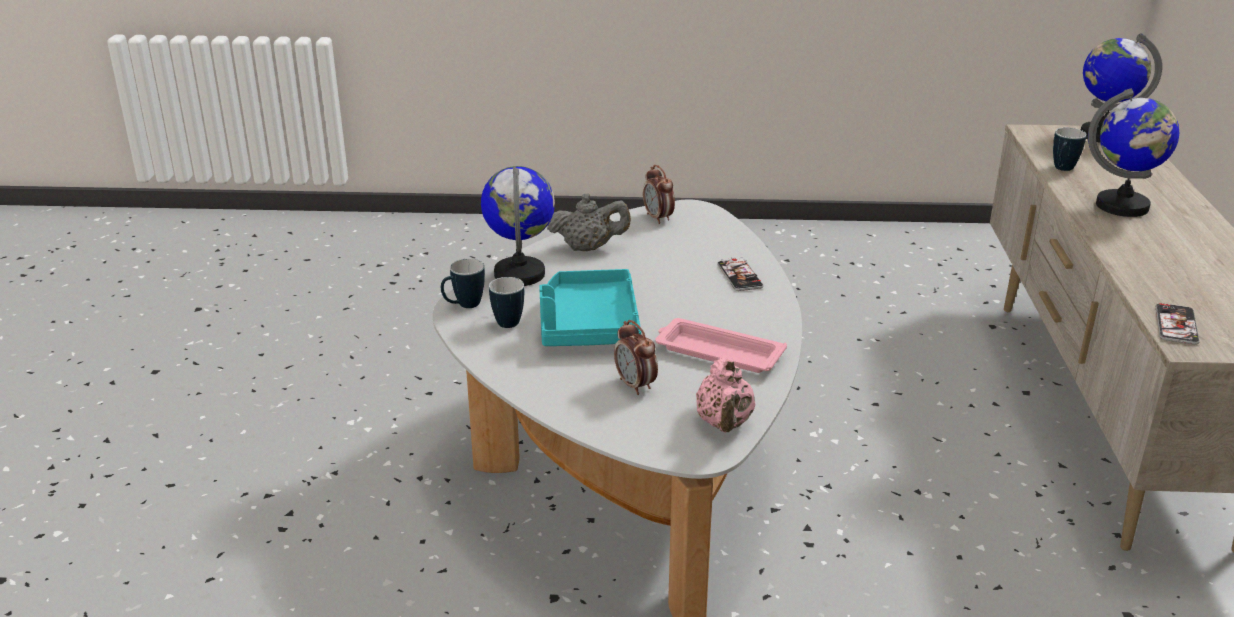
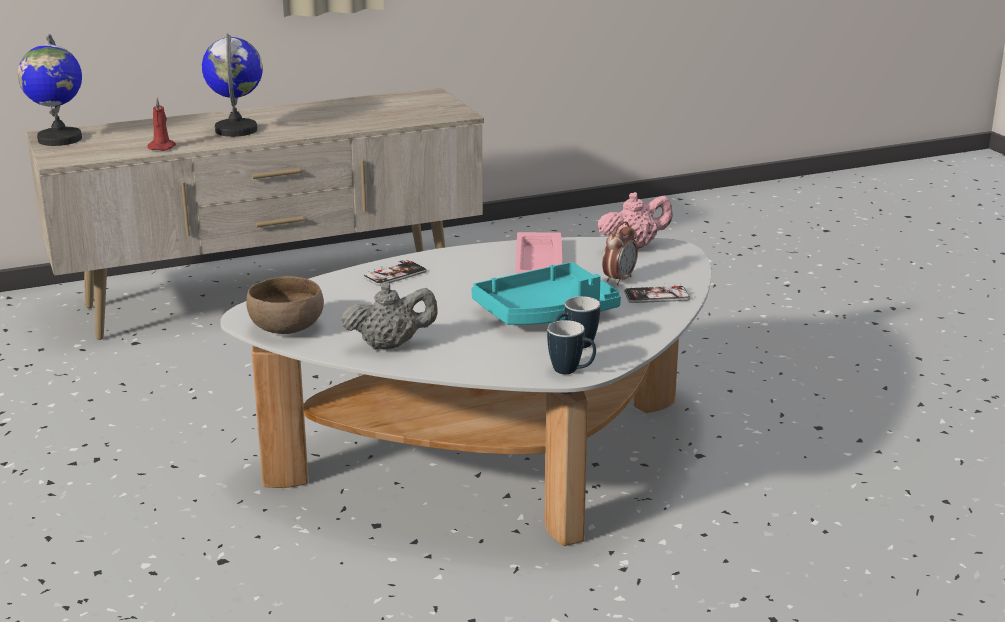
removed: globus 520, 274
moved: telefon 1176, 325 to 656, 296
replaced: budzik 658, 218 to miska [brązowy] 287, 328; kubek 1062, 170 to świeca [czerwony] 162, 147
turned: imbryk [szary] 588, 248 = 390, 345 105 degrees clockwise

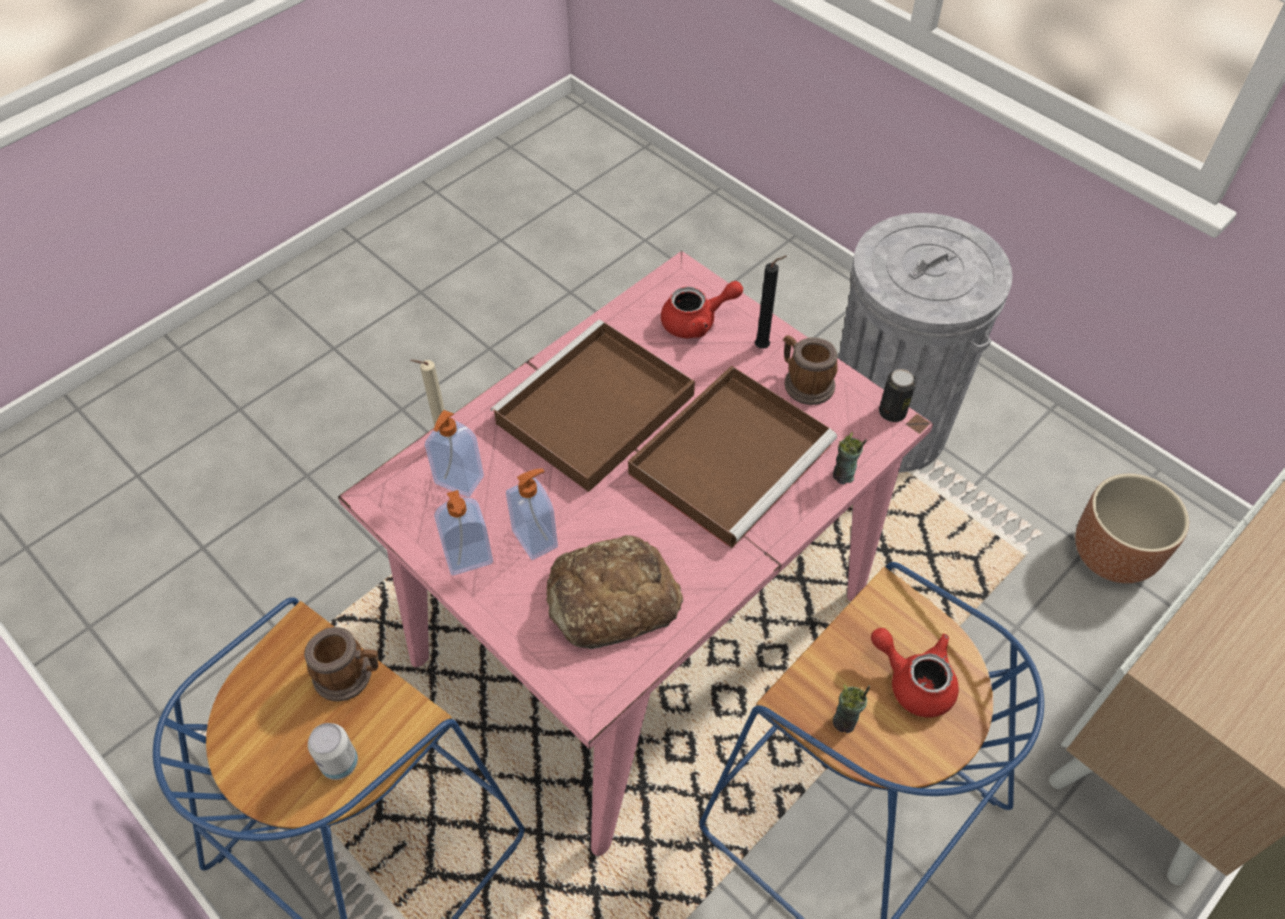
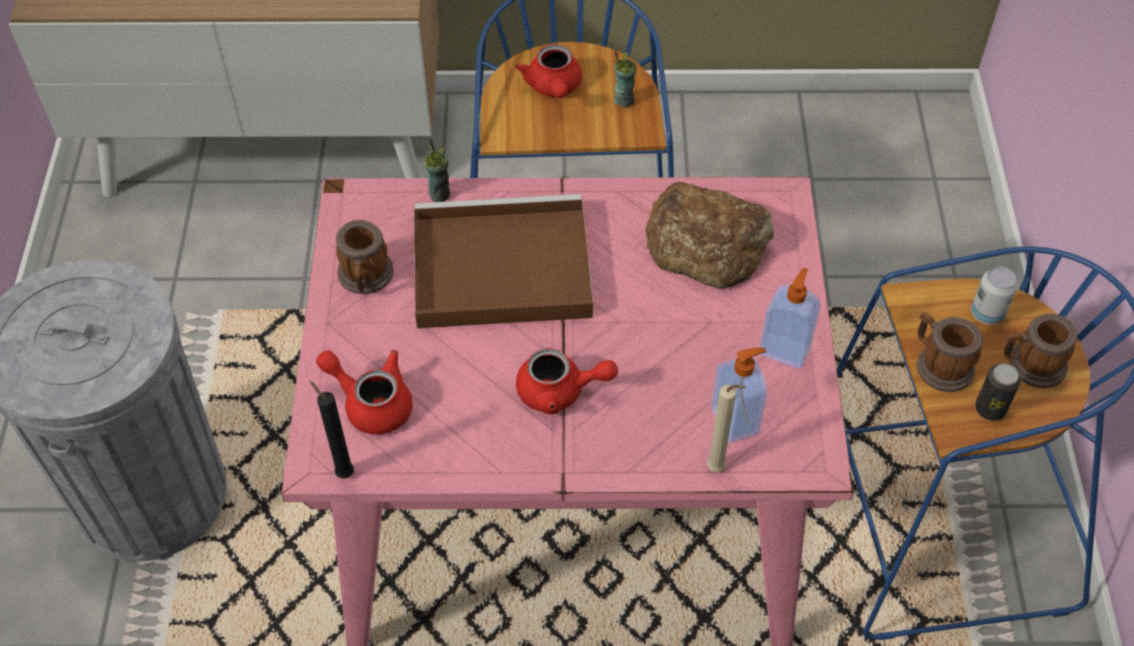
removed: dozownik mydła 536, 538; donica [brązowy] 1111, 555
added: kubek 1030, 365
moved: świeca [czarny] 764, 347 to 343, 472; puszka 892, 412 to 990, 408
replaced: taca [brązowy] 593, 412 to imbryk [czerwony] 560, 391

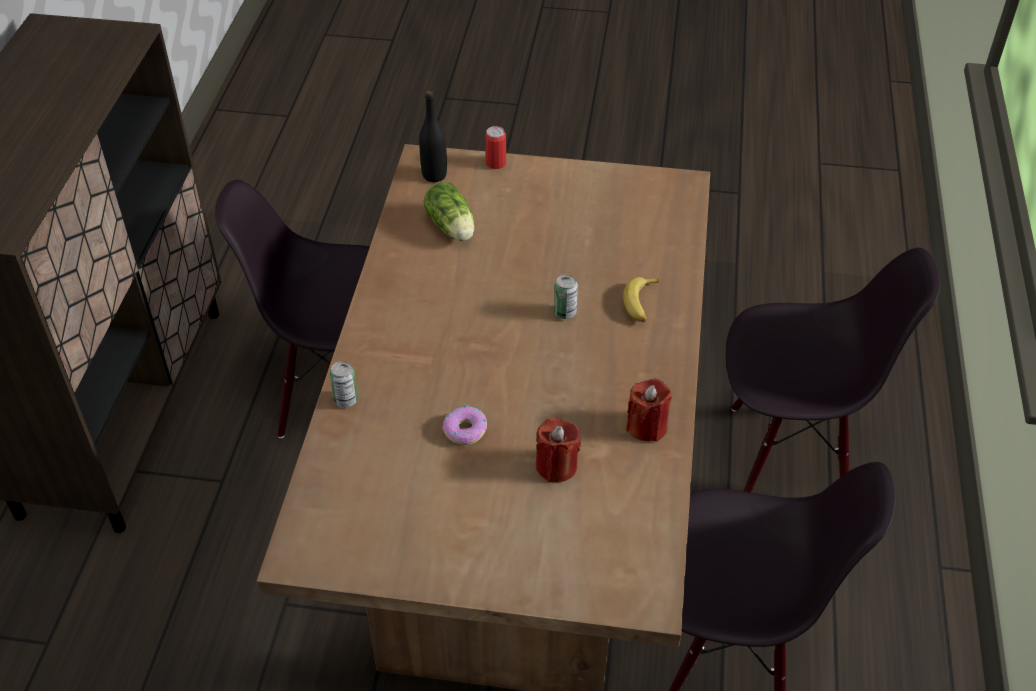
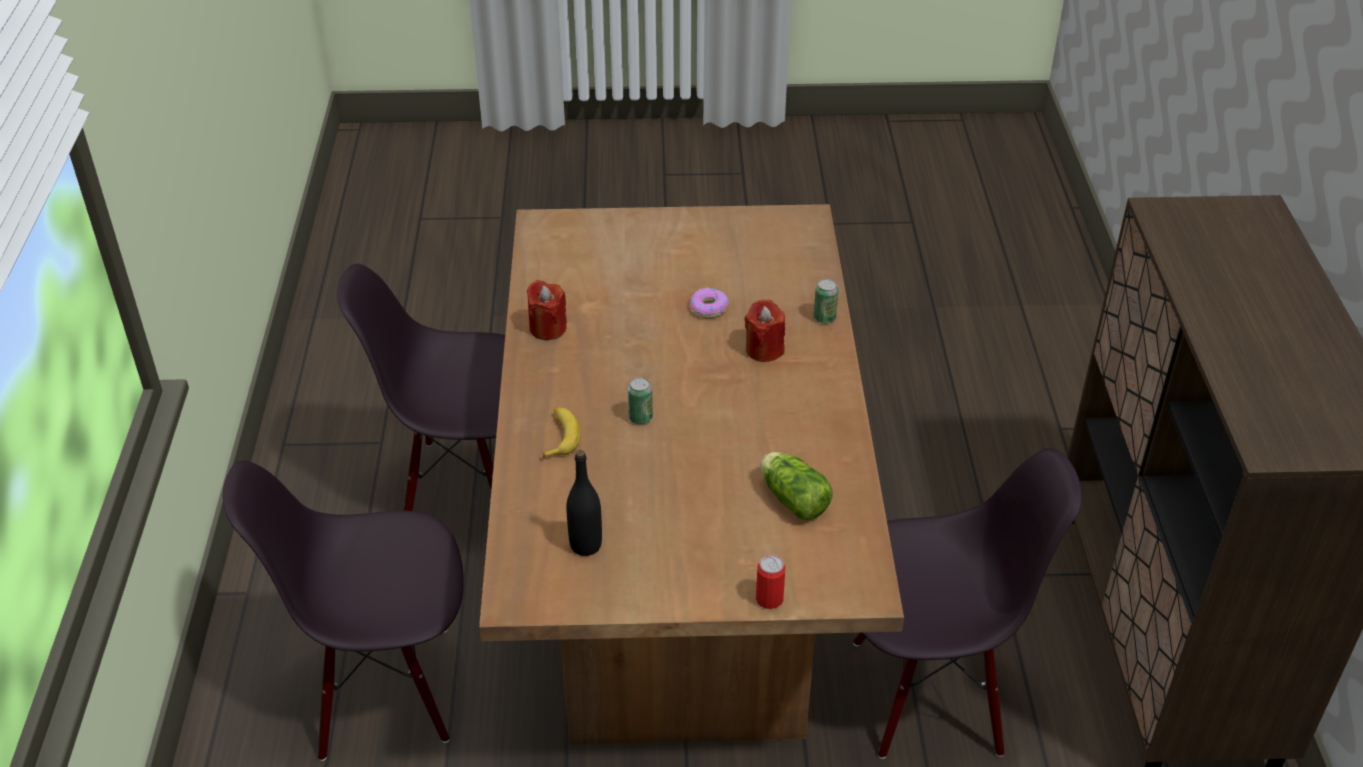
moved: butelka [czarny] 434, 175 to 585, 545; świeca [czerwony] 556, 466 to 764, 350

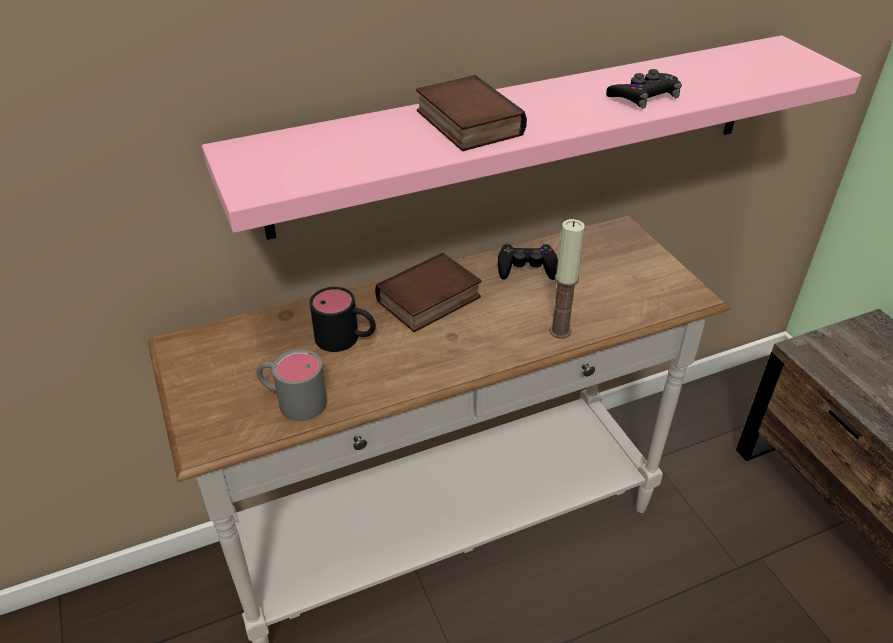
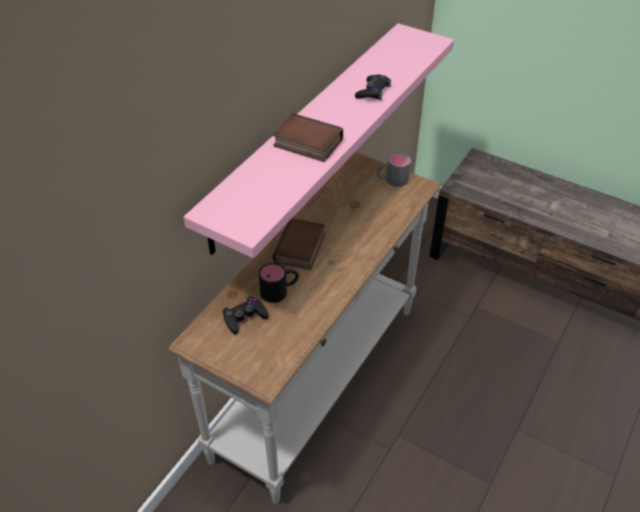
removed: świeca 560, 331
moved: kubek [szary] 292, 400 to 392, 180; pad do gier [czarny] 526, 267 to 244, 317

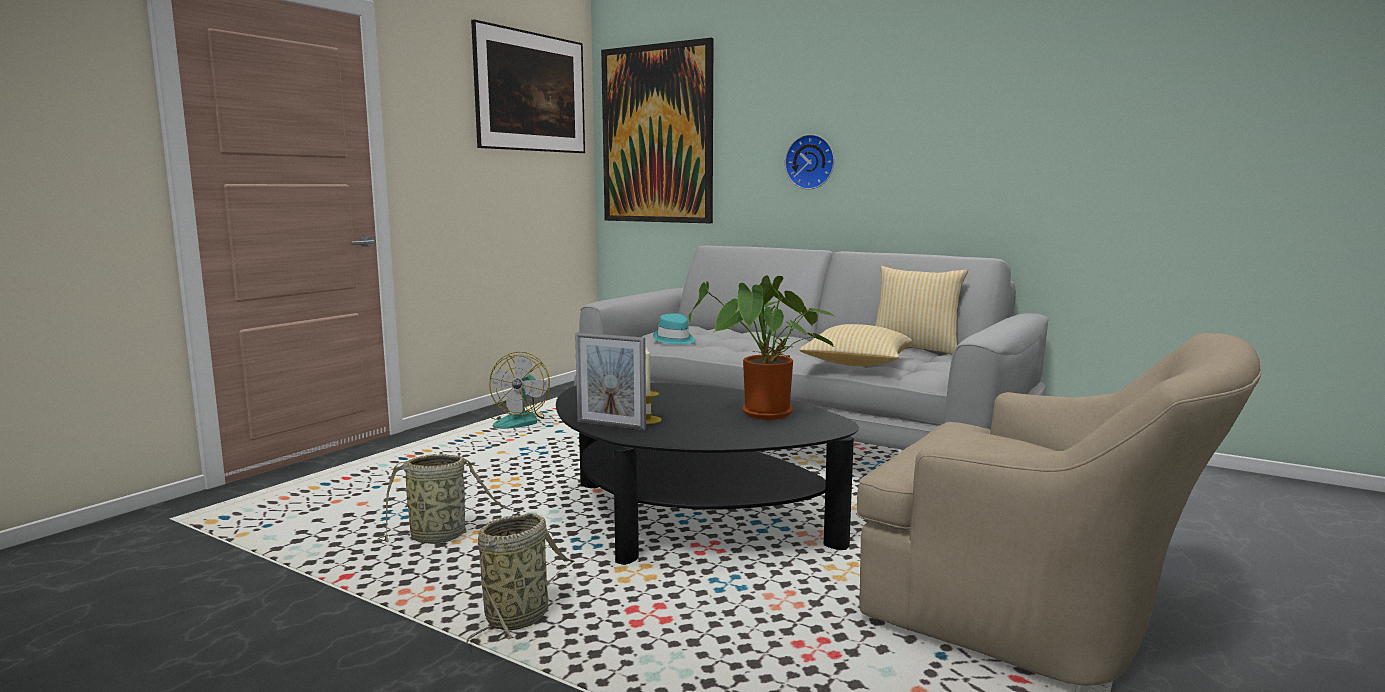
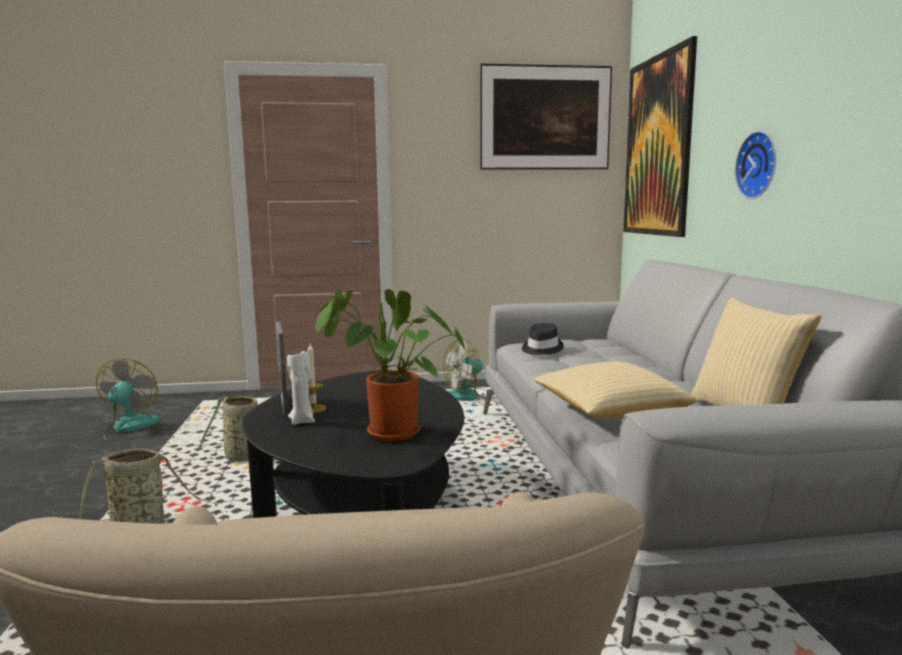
added: wentylator 131, 429; świeca [biały] 302, 421
recoloured: kapelusz [turkusowy] 674, 340 to kapelusz [czarny] 541, 349

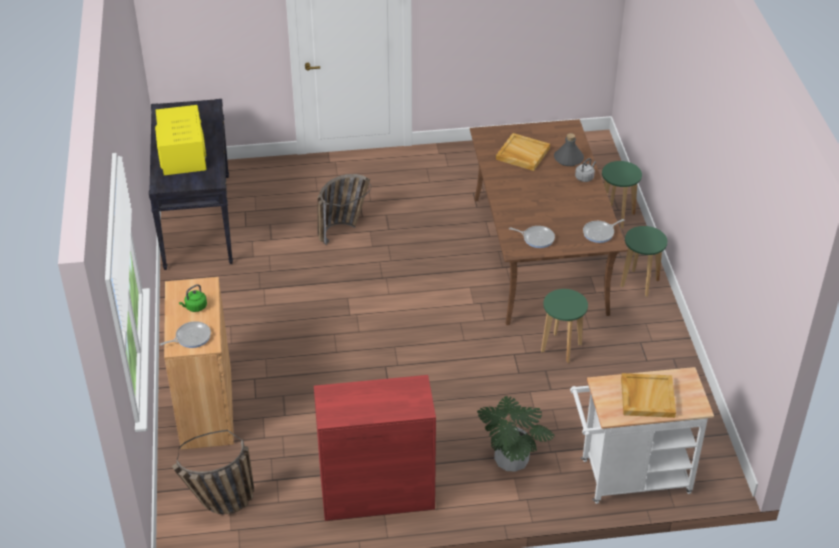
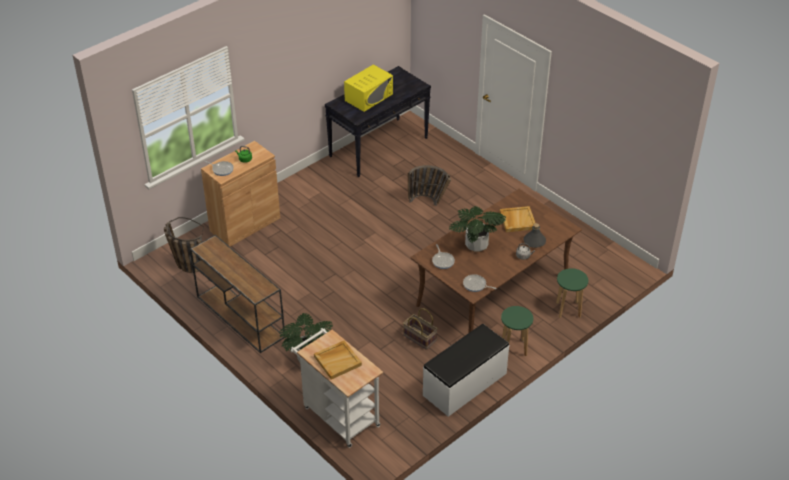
added: ławka [biały] 465, 384; roślina doniczkowa 476, 245
replaced: szafka [czerwony] 377, 493 to stolik konsolowy [brązowy] 239, 316; stołek [zielony] 561, 348 to koszyk 419, 338

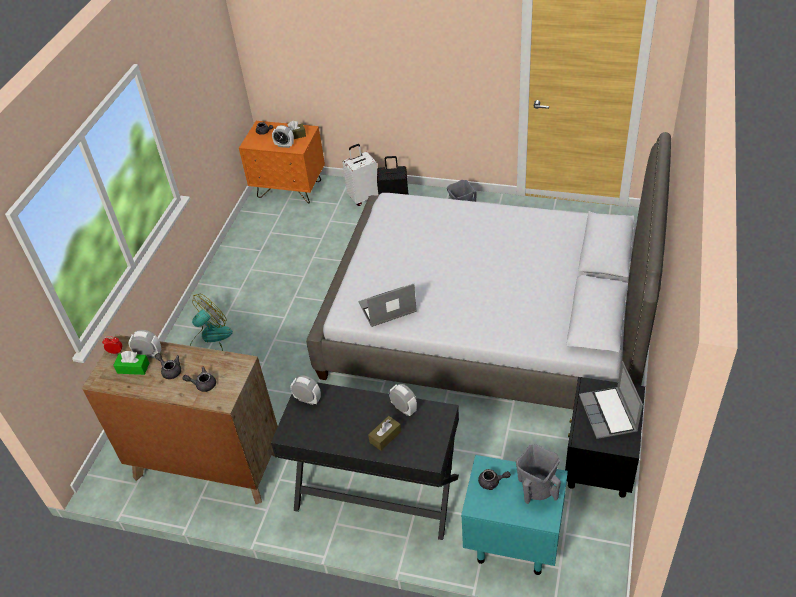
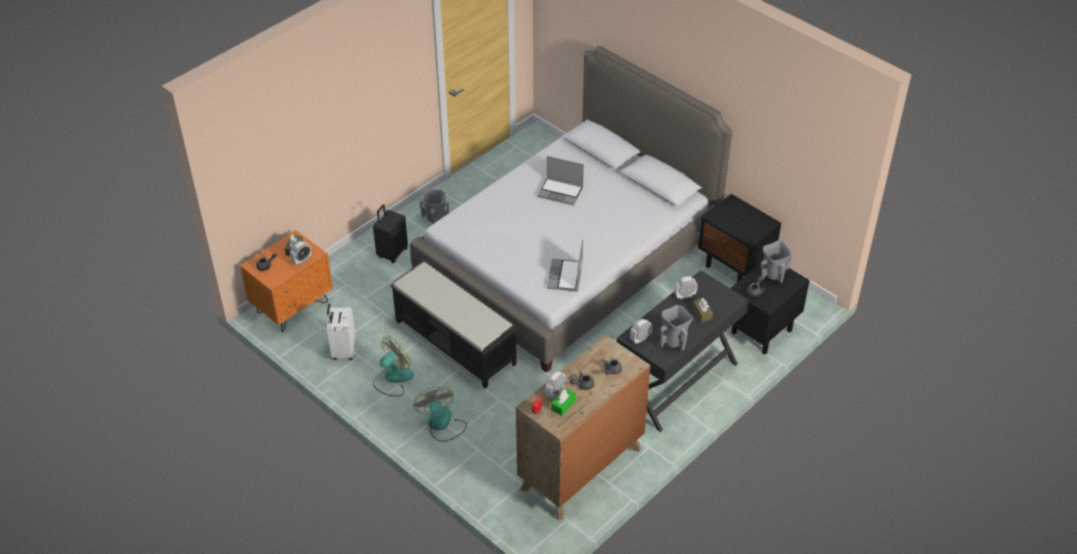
added: wentylator 393, 378; ławka [czarny] 456, 343; wazon [szary] 674, 340
moved: walizka [biały] 364, 197 to 343, 350; laptop 609, 414 to 561, 192
recoloured: szafka nocna [turkusowy] 512, 542 to szafka nocna [czarny] 761, 331

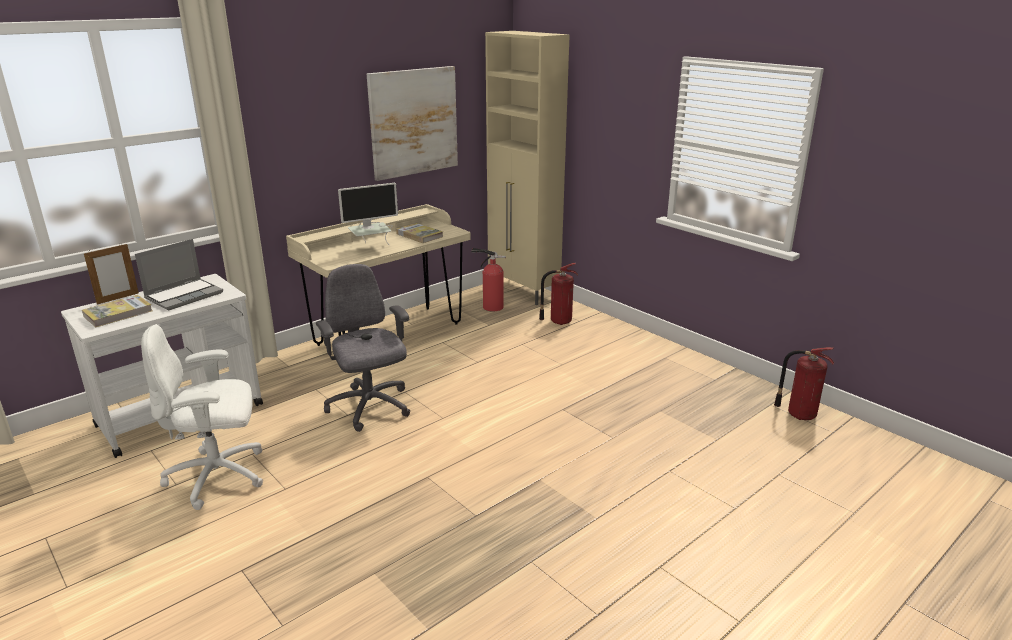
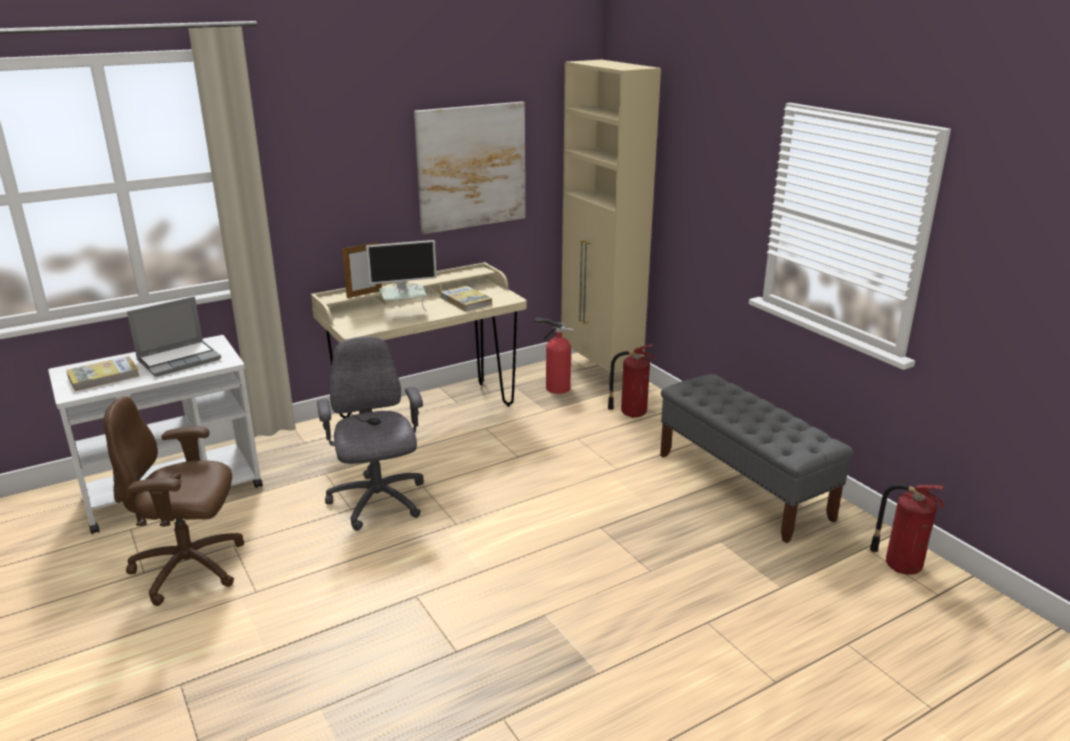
added: ławka [szary] 743, 486
moved: ramka na zdjęcie 118, 298 to 364, 294
recoloured: krzesło biurowe [biały] 219, 476 to krzesło biurowe [brązowy] 190, 568

